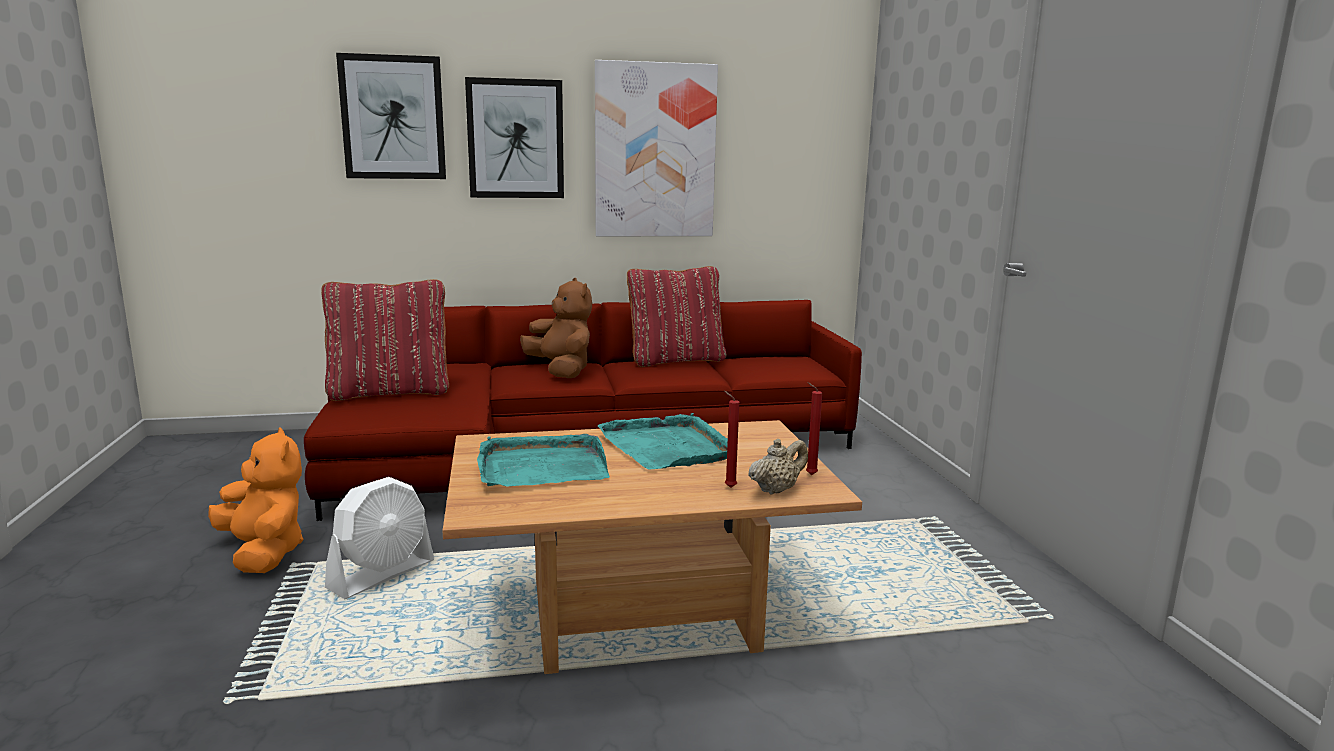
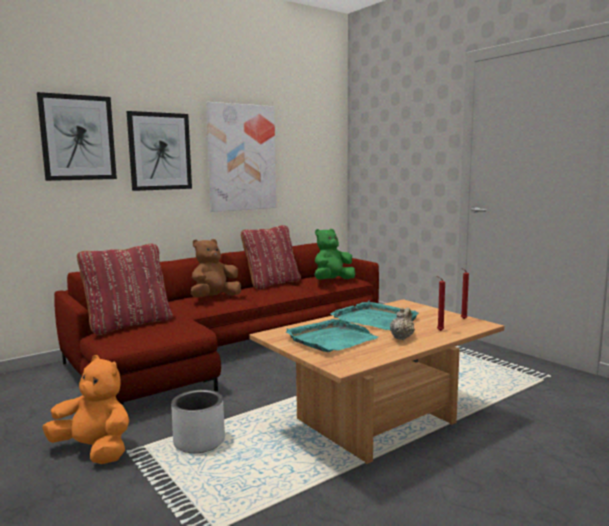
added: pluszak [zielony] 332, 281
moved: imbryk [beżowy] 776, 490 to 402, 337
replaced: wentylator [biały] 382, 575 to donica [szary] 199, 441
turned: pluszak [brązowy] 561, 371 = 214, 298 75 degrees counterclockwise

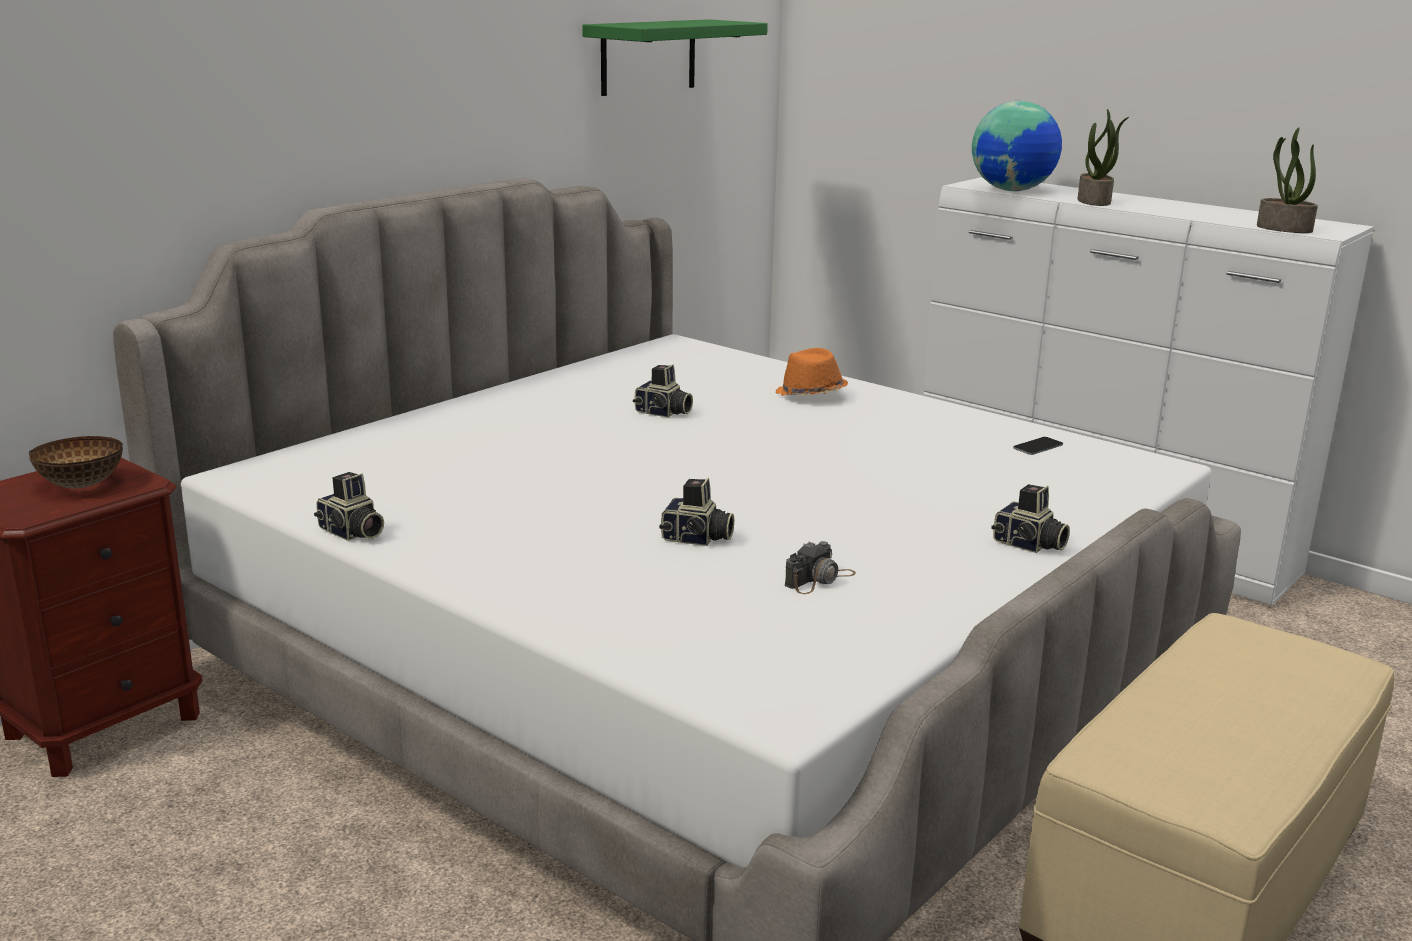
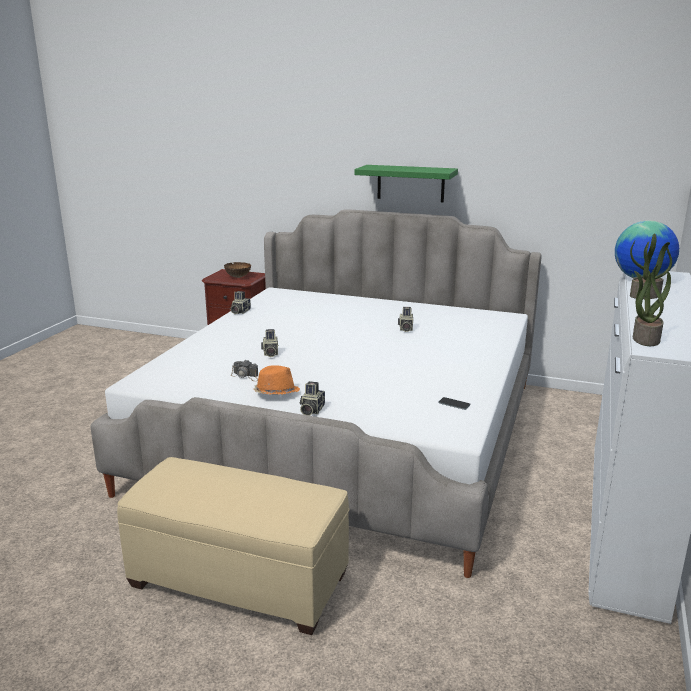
moved: półka [zielony] 648, 56 to 410, 183; kapelusz [pomarańczowy] 810, 395 to 276, 393

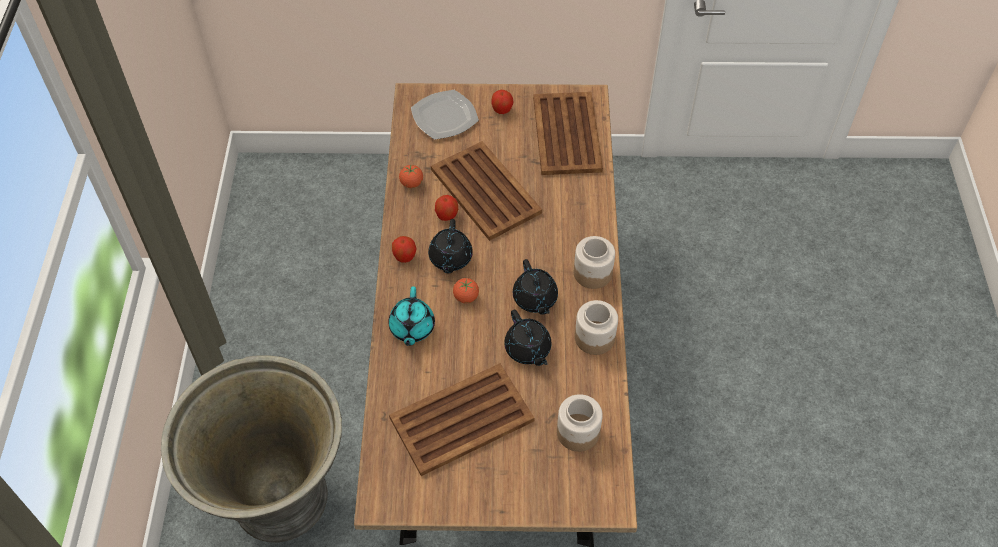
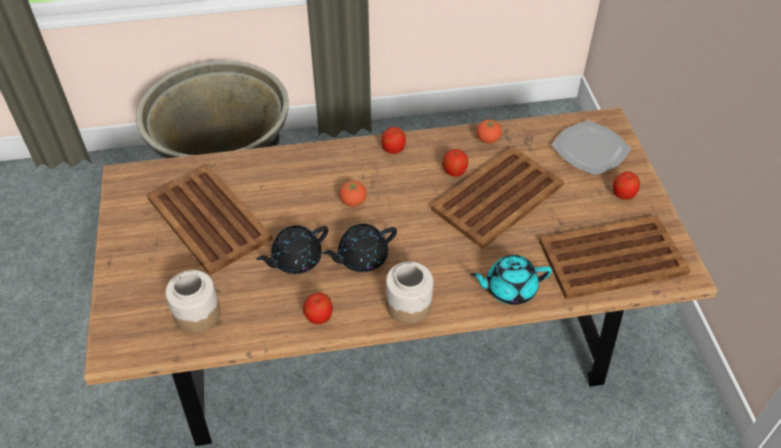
removed: imbryk [czarny] 450, 258
moved: imbryk [turkusowy] 412, 328 to 509, 288
replaced: słoik 595, 338 to jabłko 319, 317

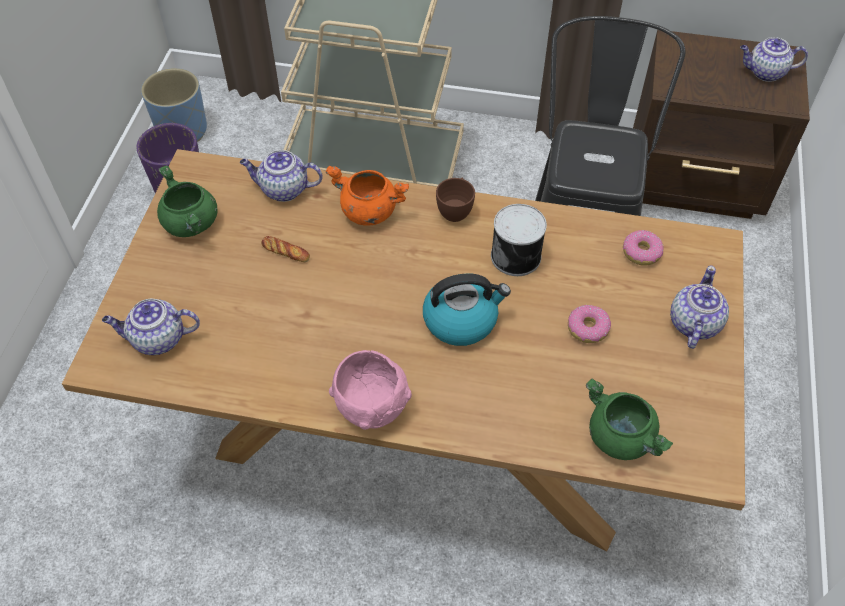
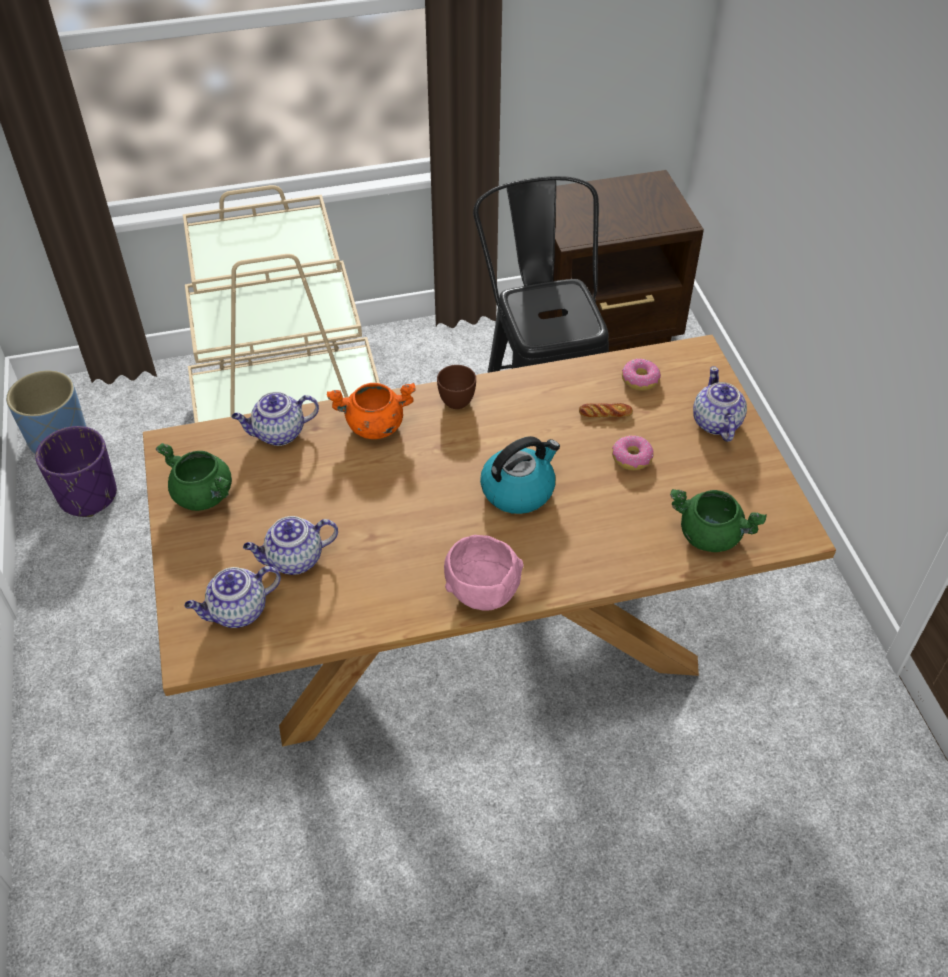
removed: puszka 517, 256
moved: chleb 286, 252 to 605, 413; imbryk 765, 72 to 294, 560

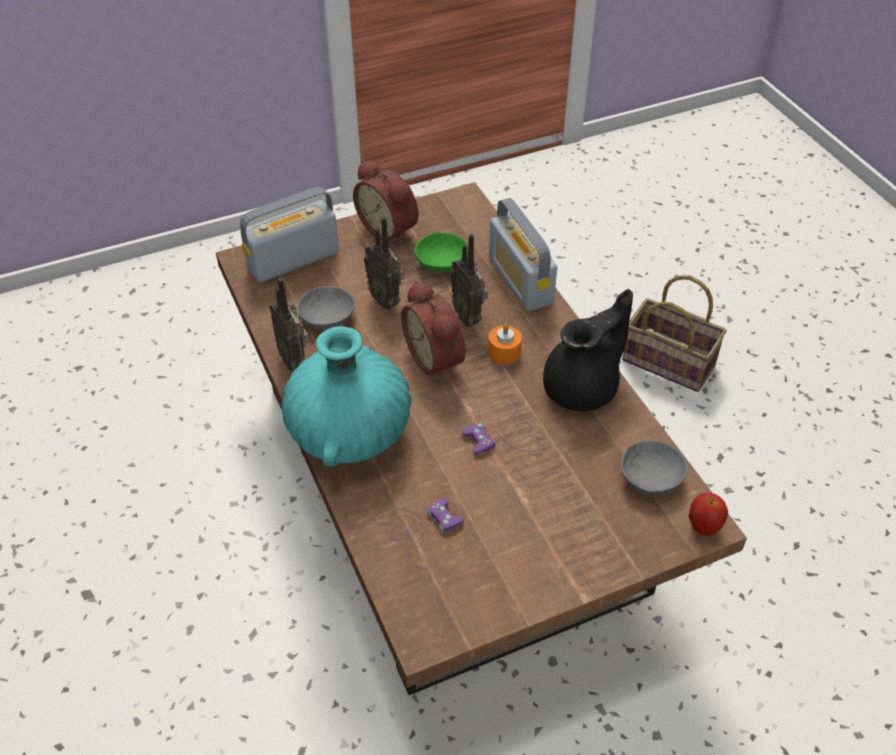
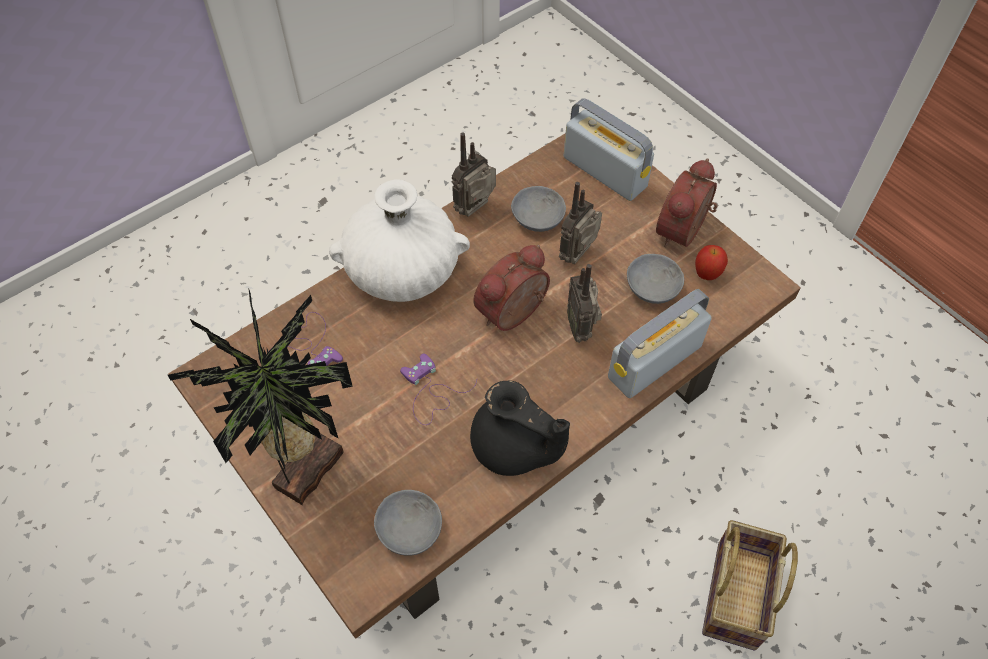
removed: świeca [pomarańczowy] 504, 352
added: roślina doniczkowa 304, 469
moved: jabłko 703, 528 to 706, 274
recoloured: wazon [turkusowy] 349, 433 to wazon [biały] 403, 271; miska [zielony] 441, 263 to miska [szary] 650, 287
turned: radio 469, 317 = 581, 328 60 degrees counterclockwise

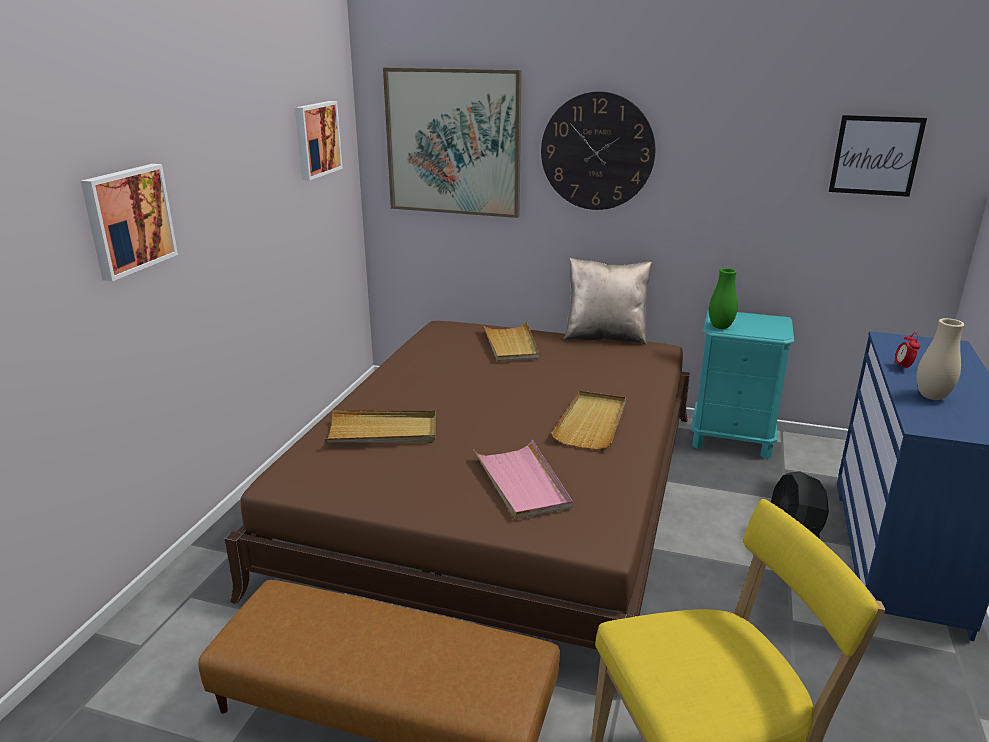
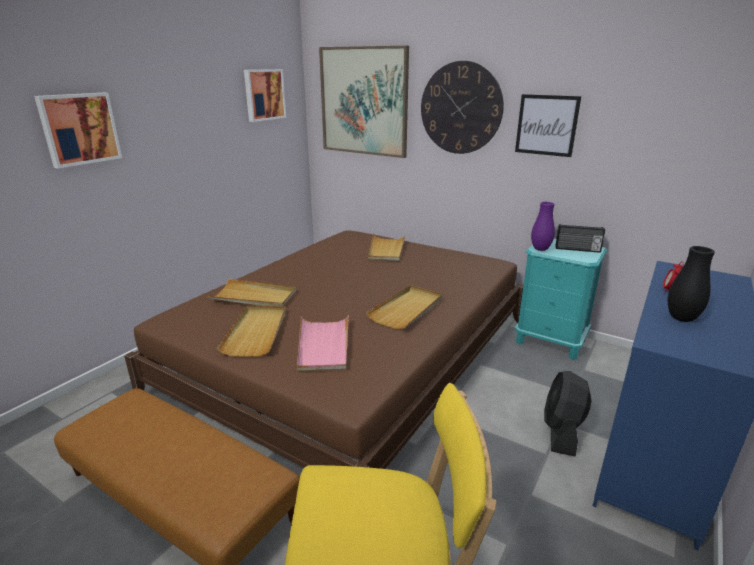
removed: poduszka [beżowy] 605, 336
added: taca [beżowy] 256, 332; radio 577, 249
moved: obraz 875, 155 to 546, 125
recoloured: wazon [zielony] 720, 327 to wazon [fioletowy] 540, 249; wazon [beżowy] 931, 397 to wazon [czarny] 681, 318

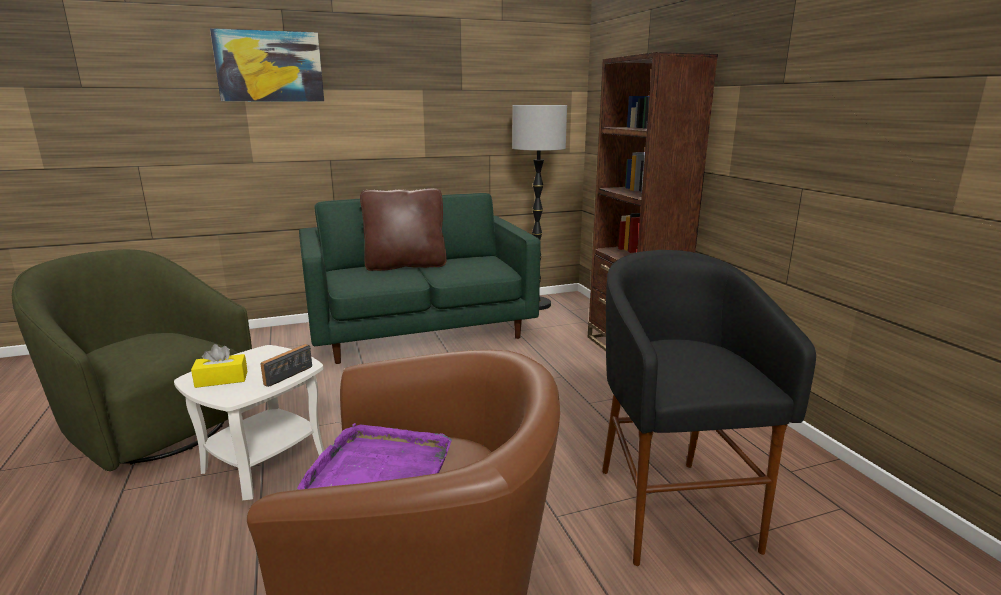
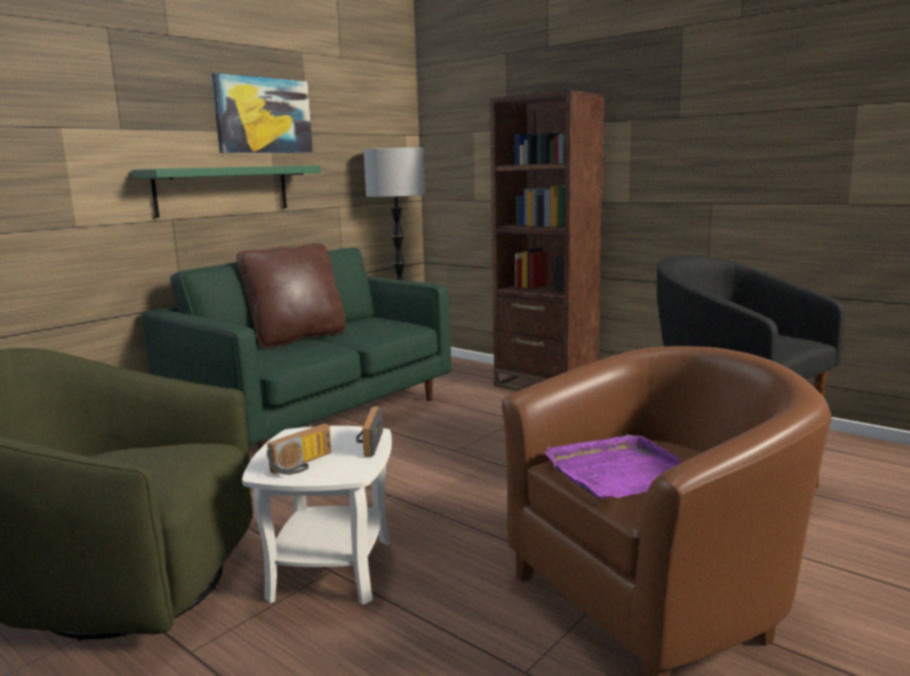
added: półka [zielony] 223, 190
moved: obraz 269, 66 to 263, 115
replaced: pudełko chusteczek [żółty] 221, 379 to radio 303, 465

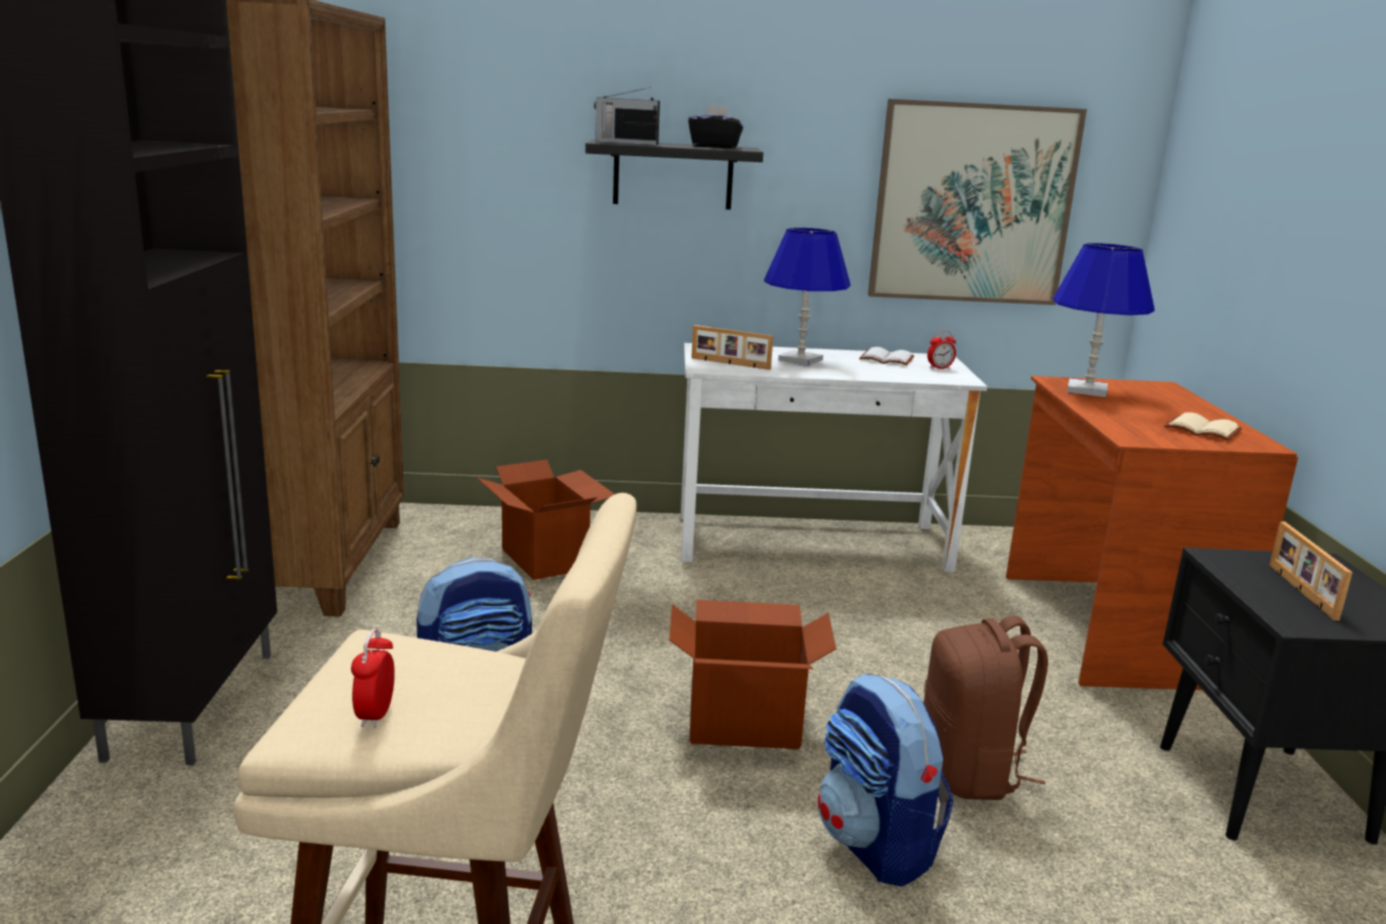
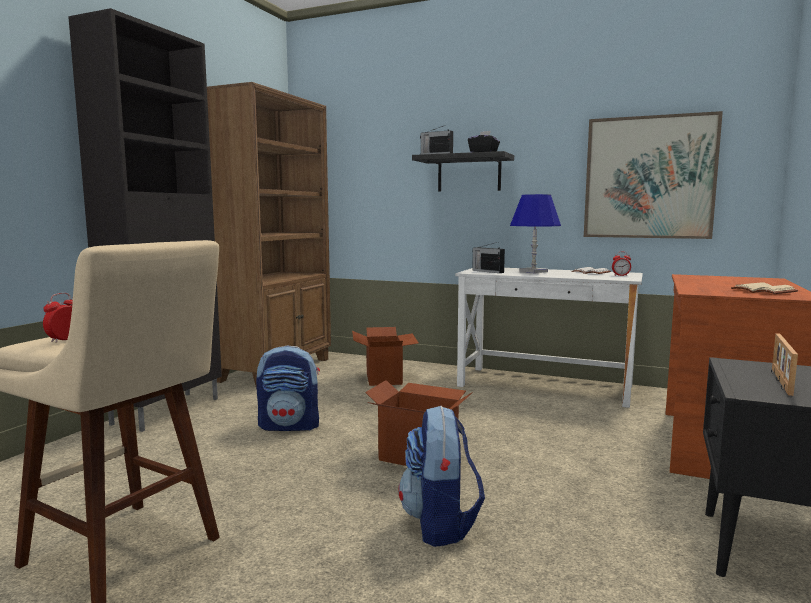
removed: plecak [brązowy] 971, 772; lampa stołowa [niebieski] 1087, 390
replaced: ramka na zdjęcie 730, 364 to radio 487, 271

